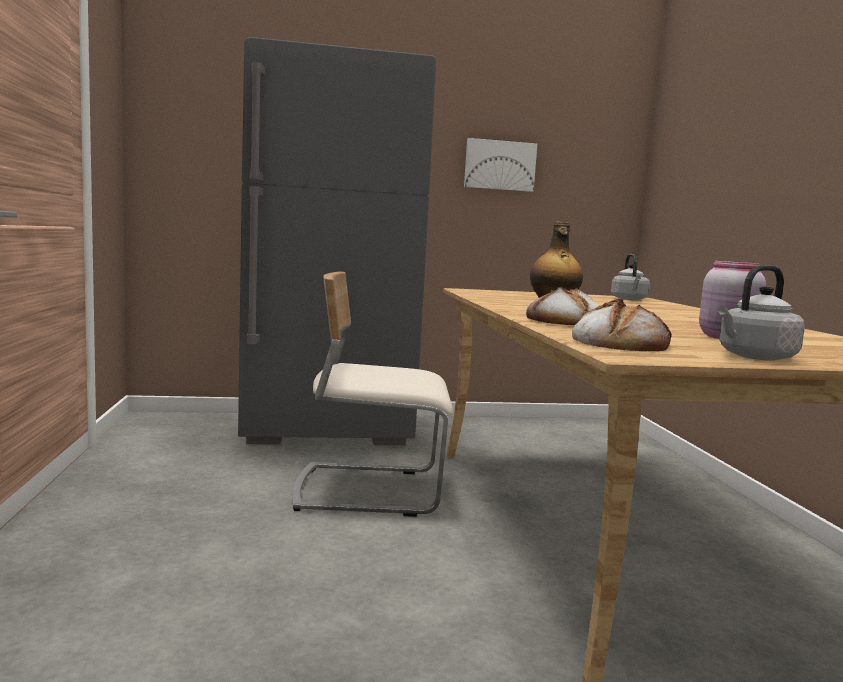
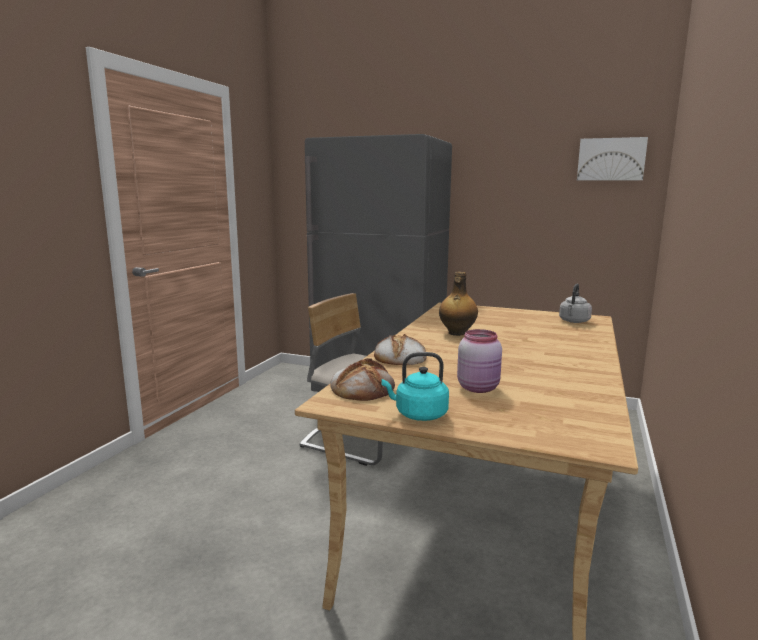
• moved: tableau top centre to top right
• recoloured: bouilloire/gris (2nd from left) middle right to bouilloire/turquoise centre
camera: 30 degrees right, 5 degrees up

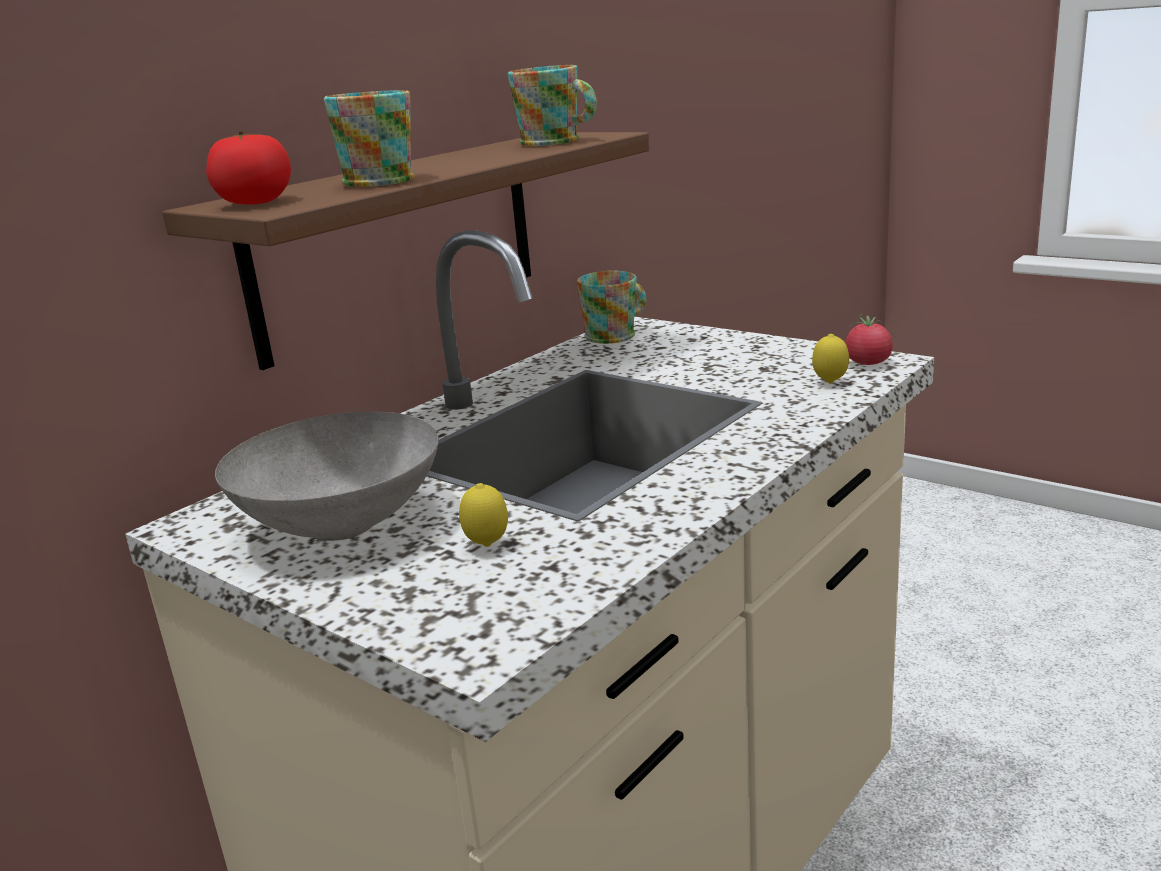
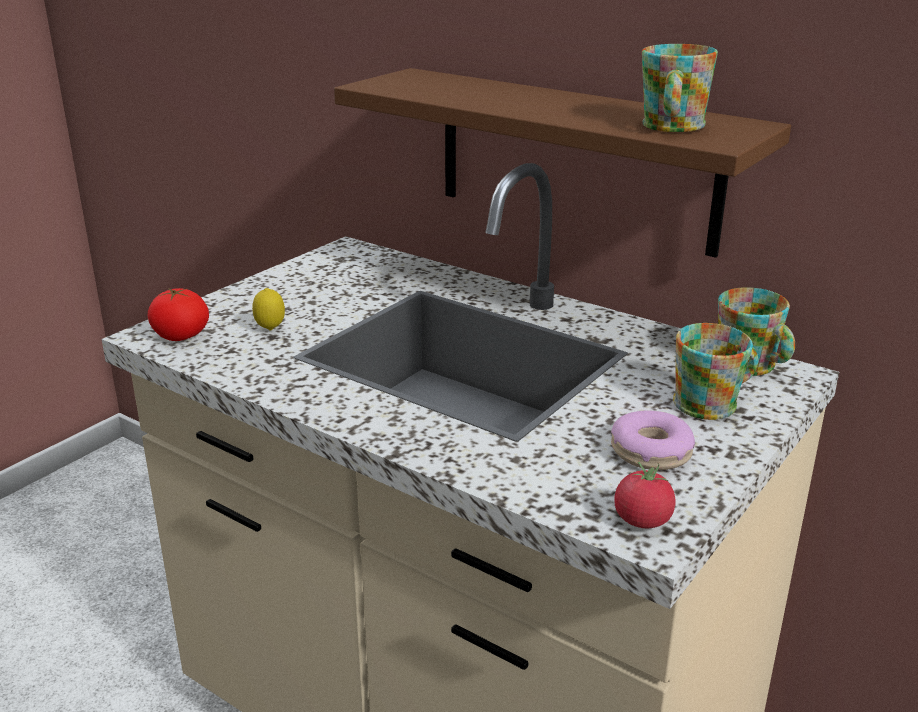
• moved: tomate (1st from left) top left to middle left
• removed: bol/gris middle left
• moved: mug (1st from left in the first image) top left to mug (2nd from left) middle right
• removed: citron (2nd from left) middle right
• added: beignet middle right
camera: 85 degrees right, 5 degrees up

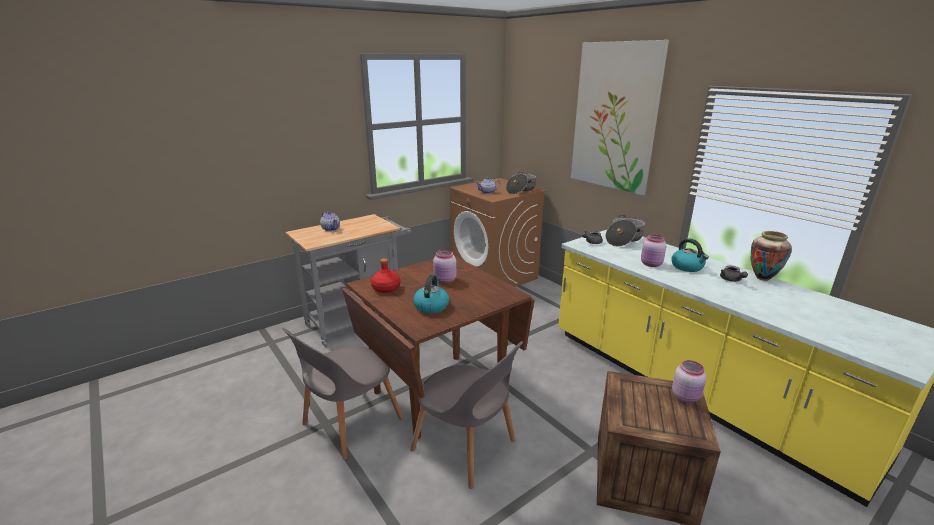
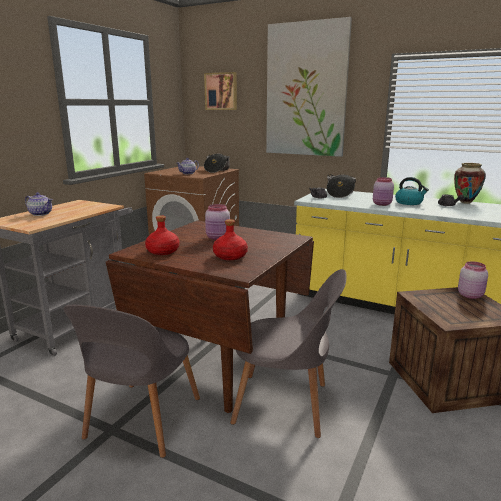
• replaced: bouilloire (1st from left) centre to bouteille/rouge (2nd from left) centre
• added: tableau (1st from left) top centre
camera: 25 degrees left, 5 degrees down

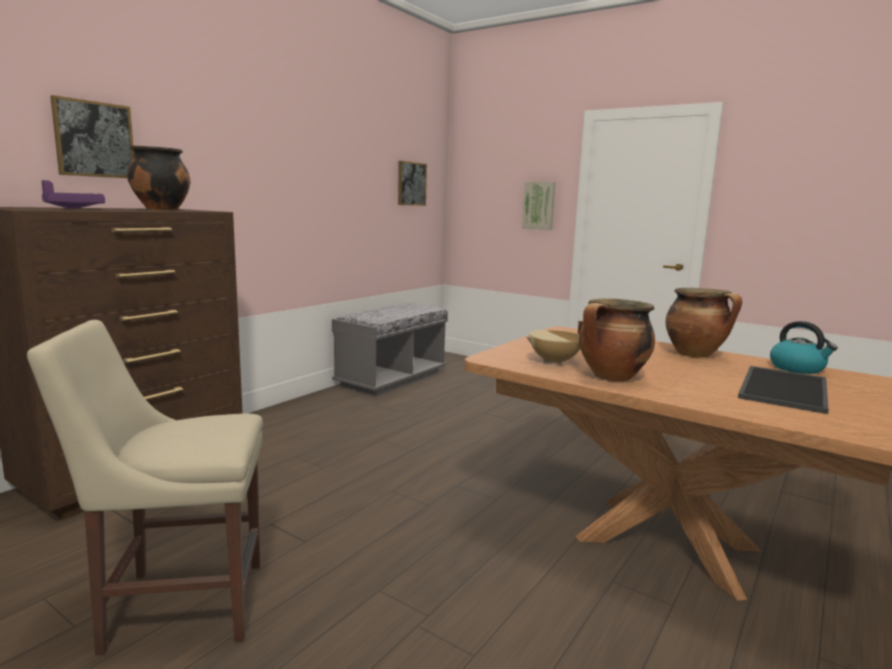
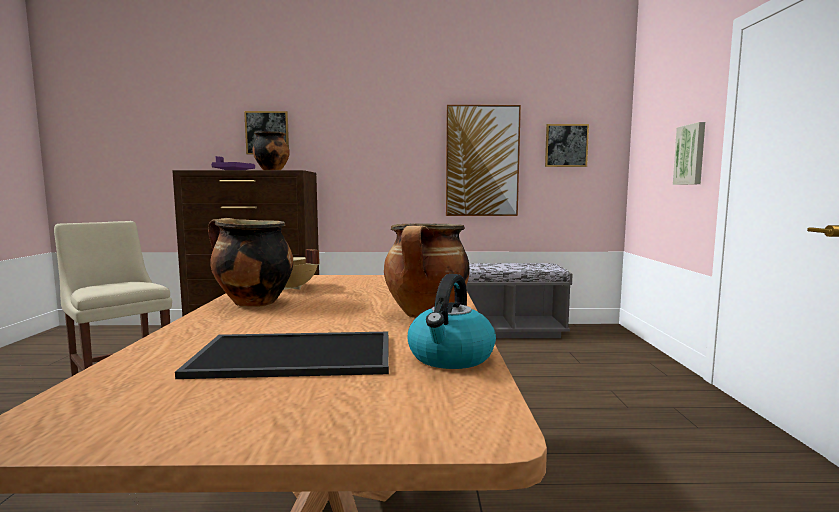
• added: tableau (2nd from left) top centre
camera: 55 degrees right, 5 degrees down

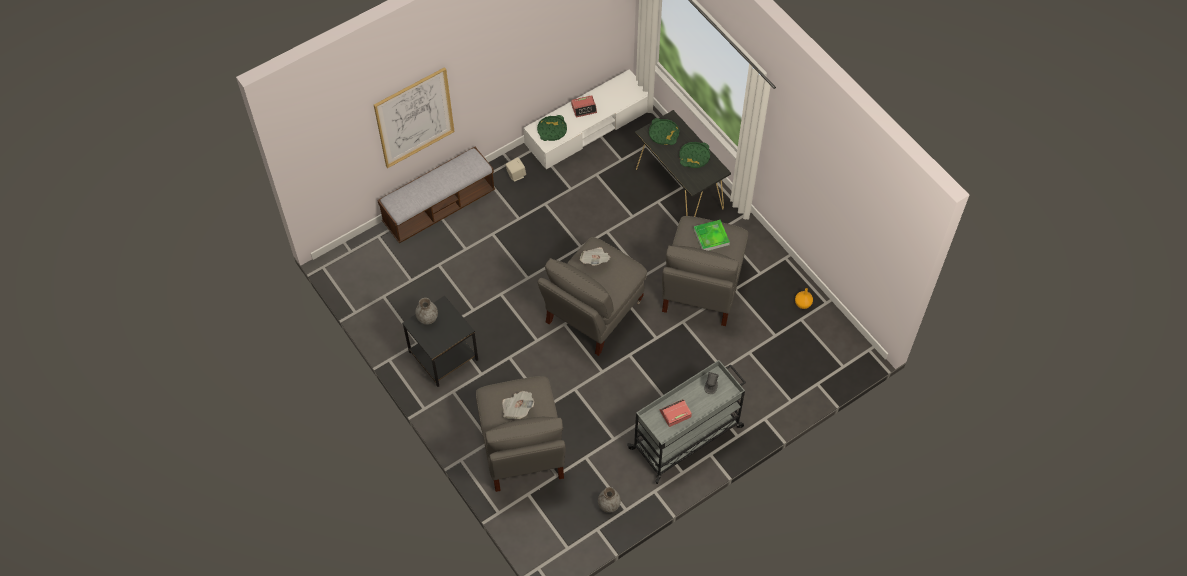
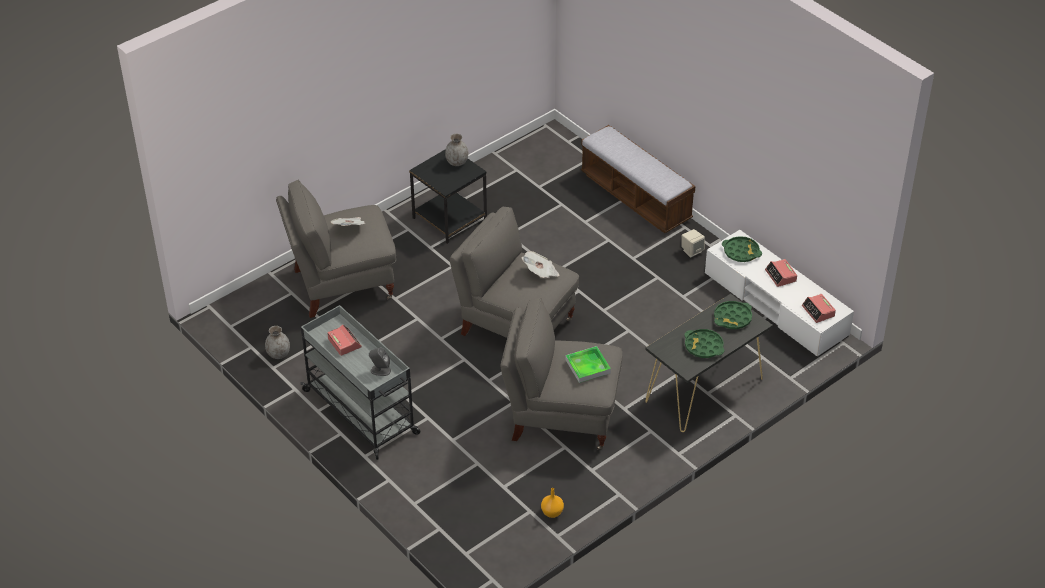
• removed: tableau top centre
• added: réveil (3rd from left) middle right
camera: 85 degrees right, 15 degrees down

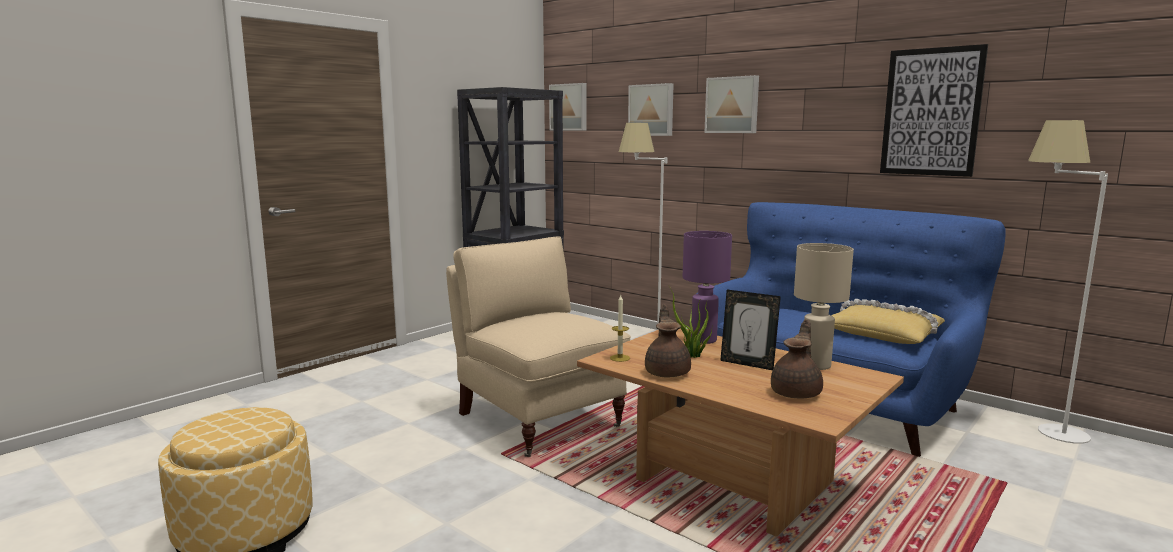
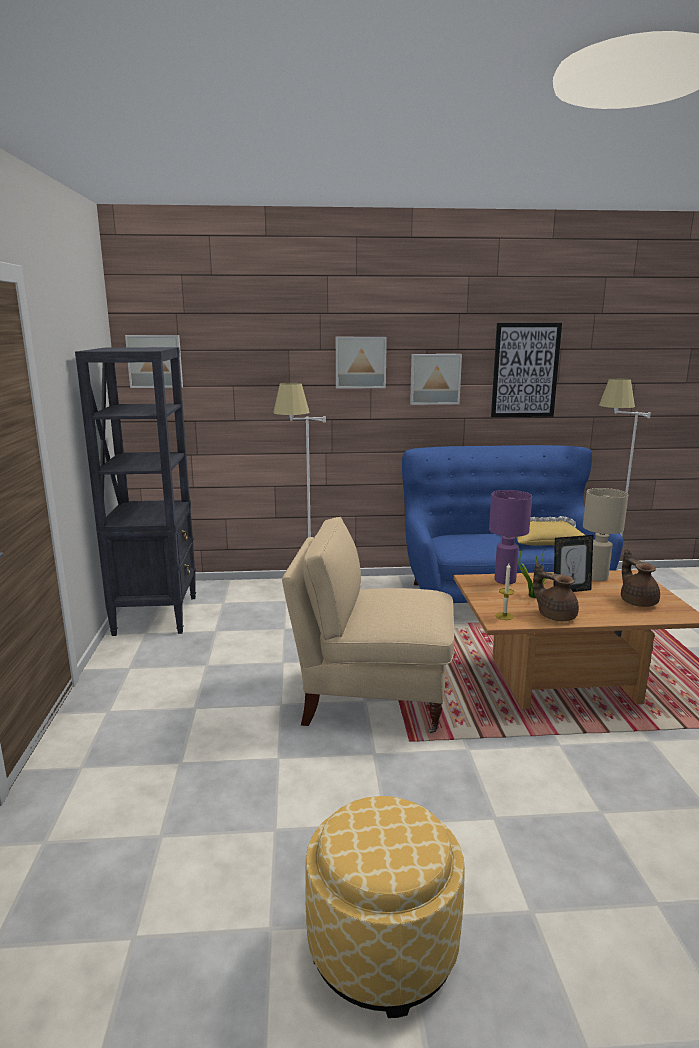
• moved: tableau (2nd from left in the first image) top centre to tableau (3rd from left) centre
camera: 45 degrees left, 5 degrees up

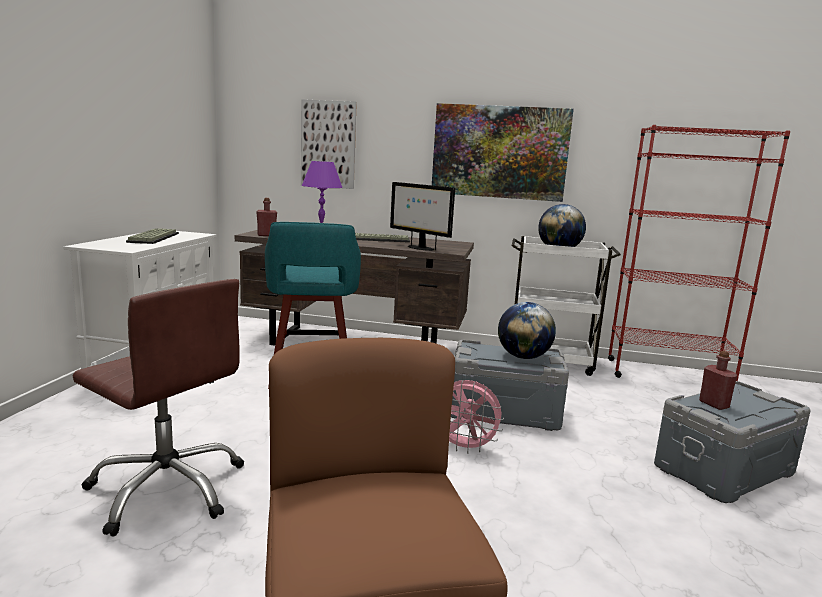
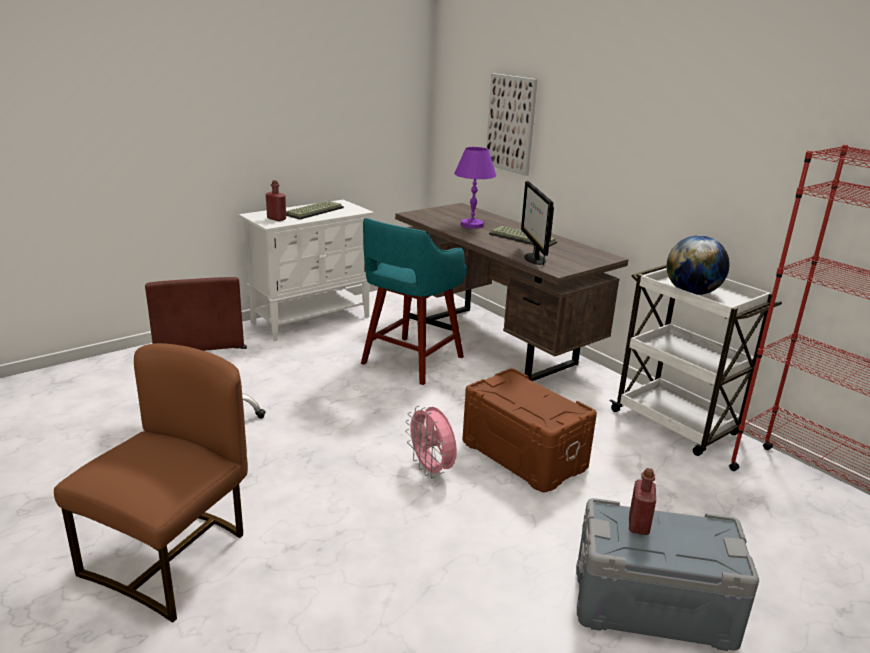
• moved: bouteille/rouge (1st from left) middle left to top left
• removed: tableau (2nd from left) top centre
• recoloured: boîte de rangement/gris (1st from left) centre to boîte de rangement/marron centre
• removed: globe (1st from left) centre
camera: 40 degrees right, 10 degrees up

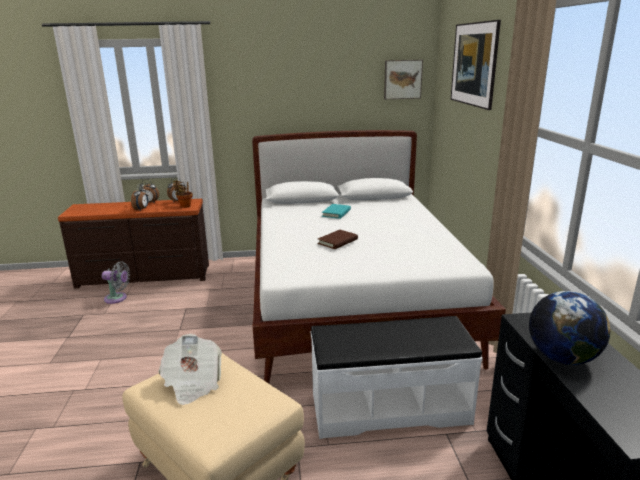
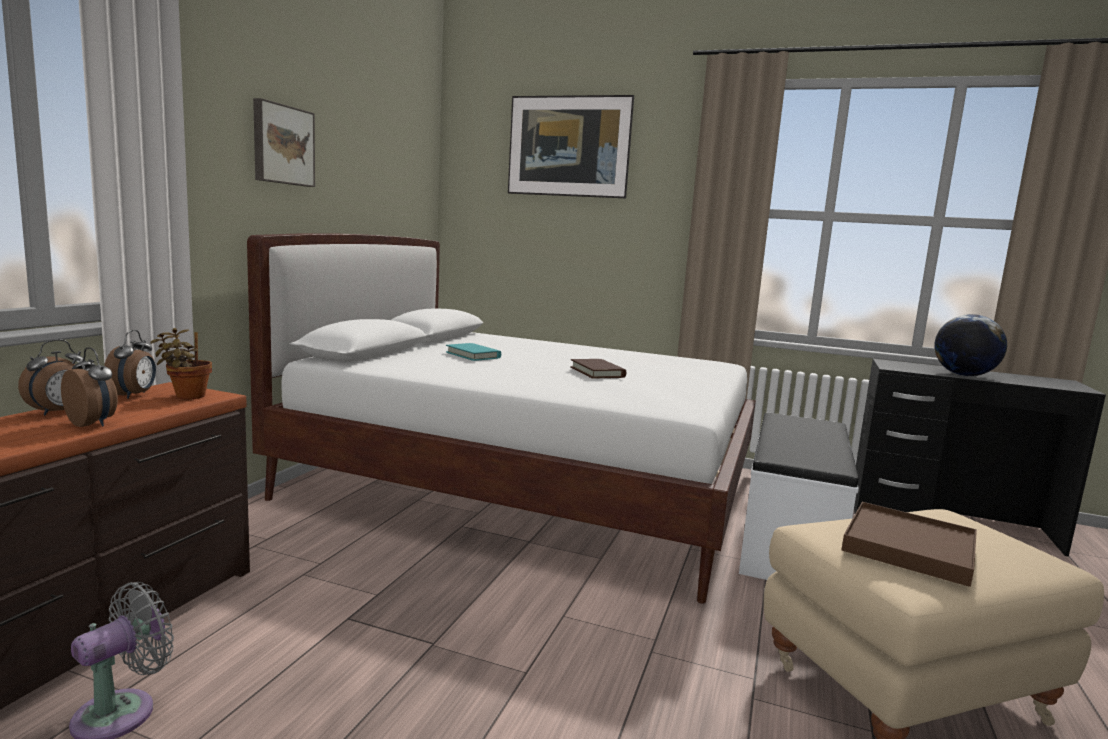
• replaced: journal bottom left to plateau/marron bottom right
• moved: tableau (1st from left) top centre to top left
camera: 65 degrees left, 10 degrees down

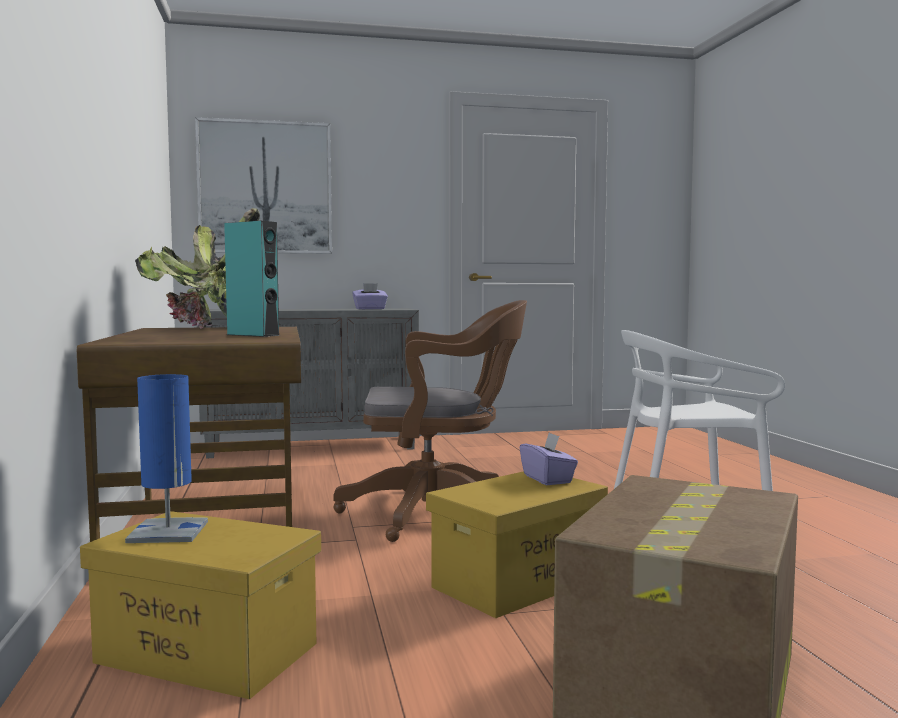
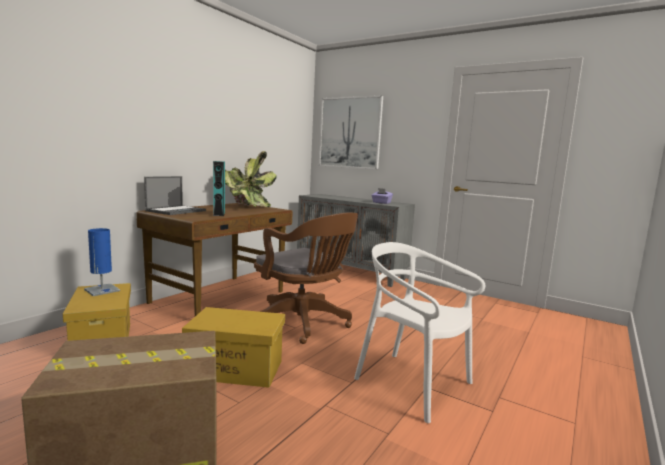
• removed: boîte à mouchoirs/violet (2nd from left) centre
• added: ordinateur portable middle left
camera: 45 degrees right, 5 degrees up

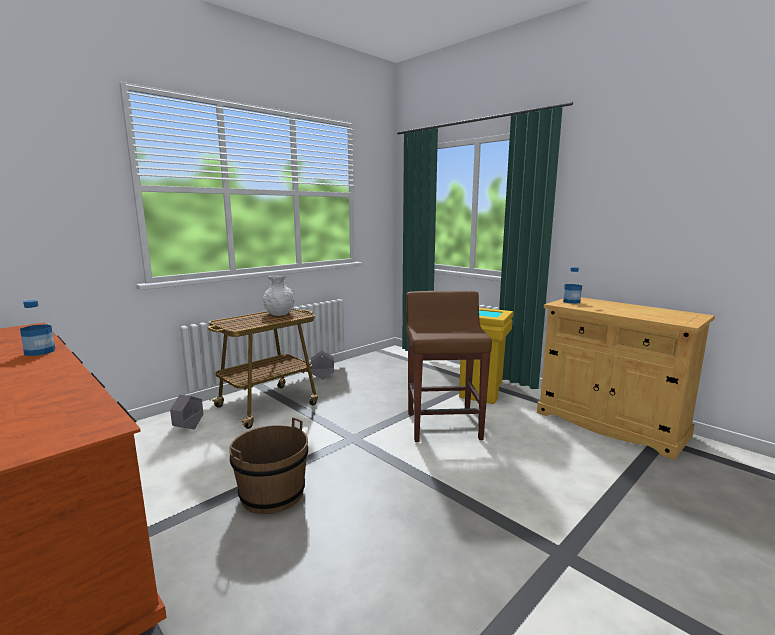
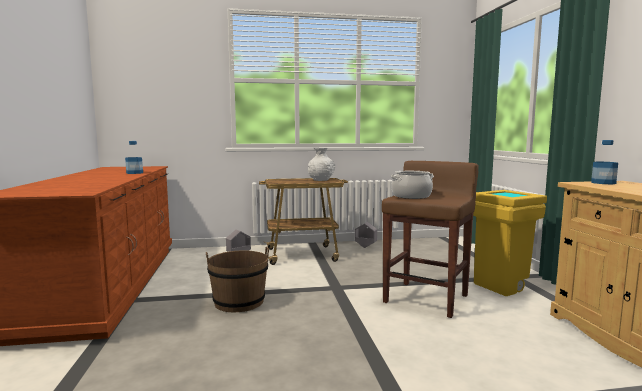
• added: marmite centre
camera: 35 degrees right, 5 degrees down

